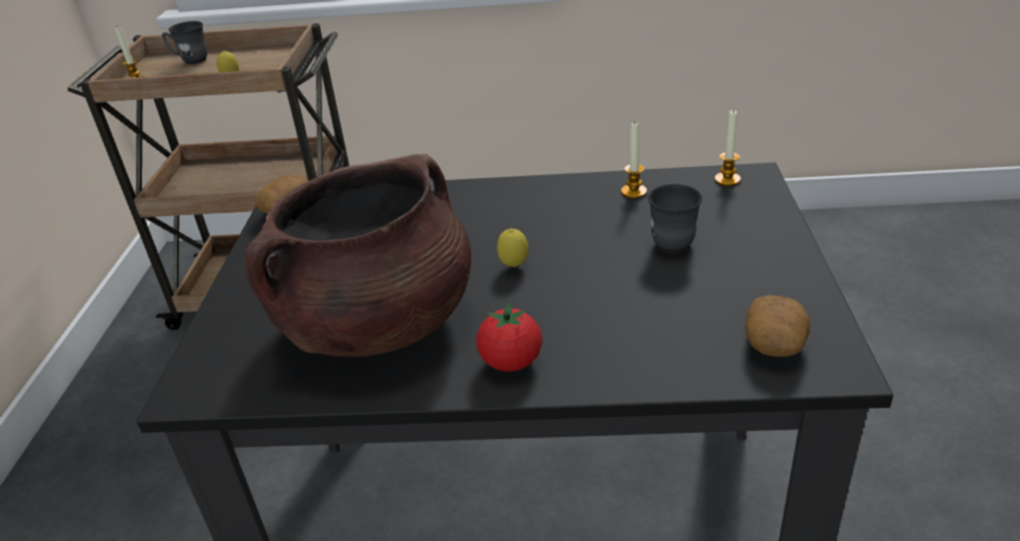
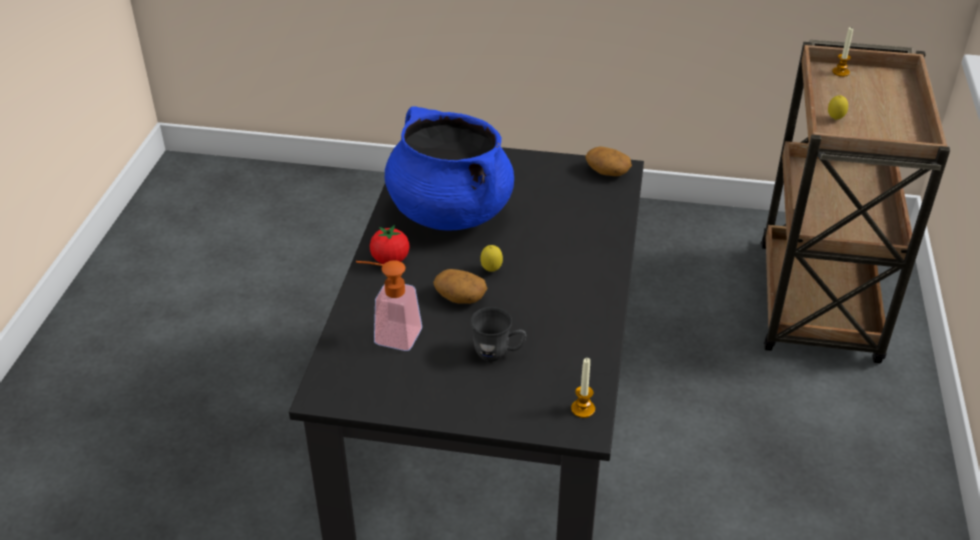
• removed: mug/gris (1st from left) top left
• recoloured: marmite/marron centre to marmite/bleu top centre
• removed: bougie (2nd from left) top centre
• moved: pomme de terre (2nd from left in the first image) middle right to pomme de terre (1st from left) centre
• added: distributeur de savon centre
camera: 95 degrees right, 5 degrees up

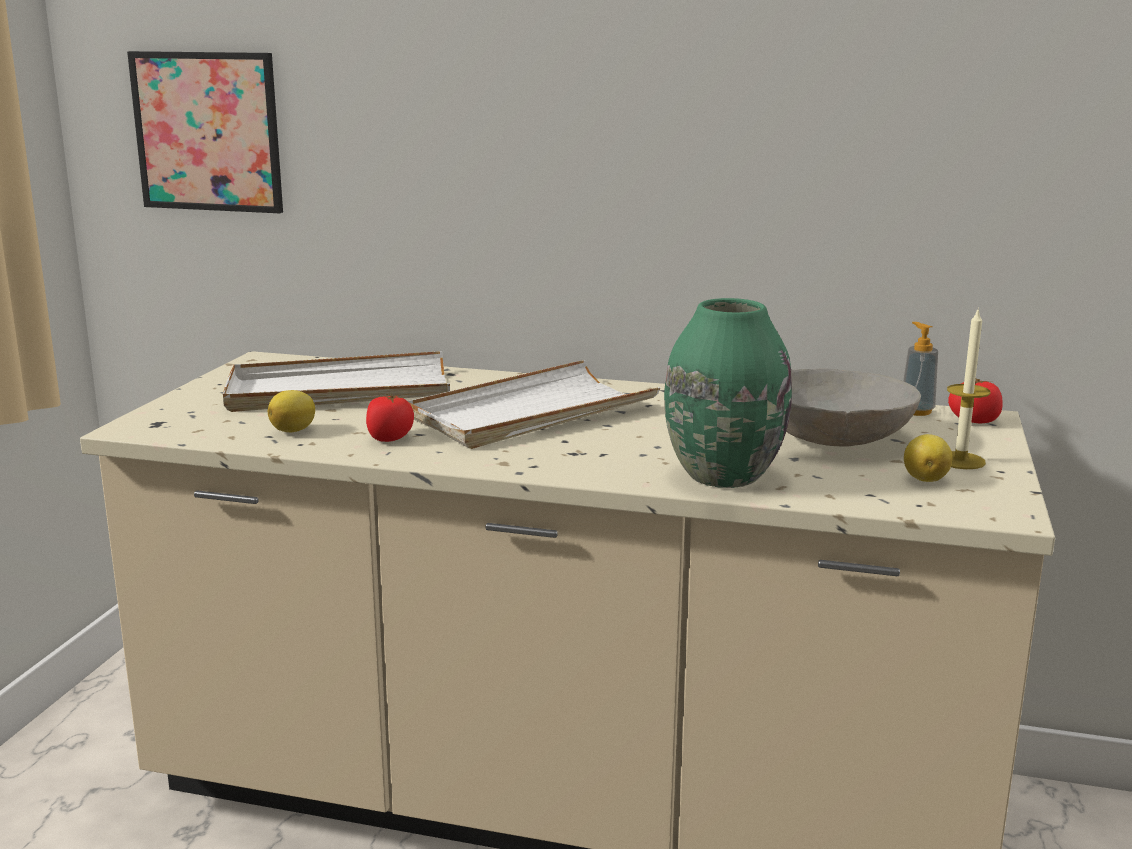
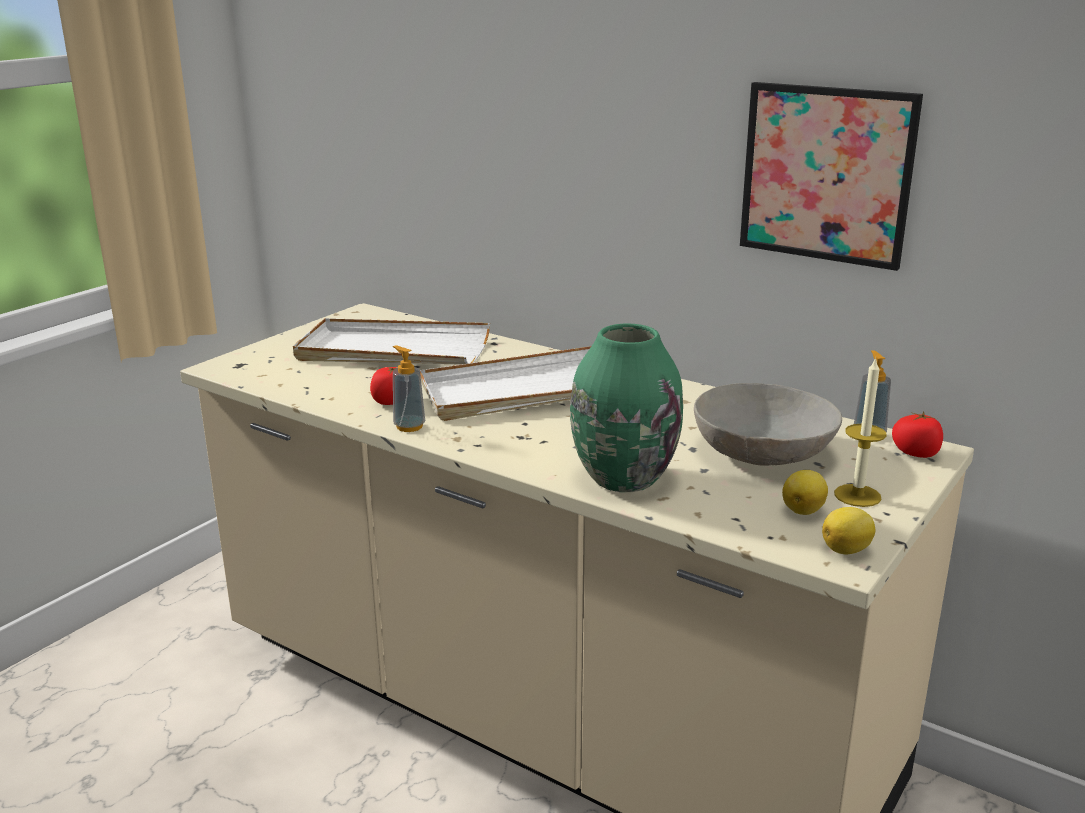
• moved: tableau top left to top right
• moved: citron (1st from left in the first image) middle left to citron (2nd from left) middle right
• added: distributeur de savon (1st from left) centre
camera: 20 degrees right, 5 degrees up

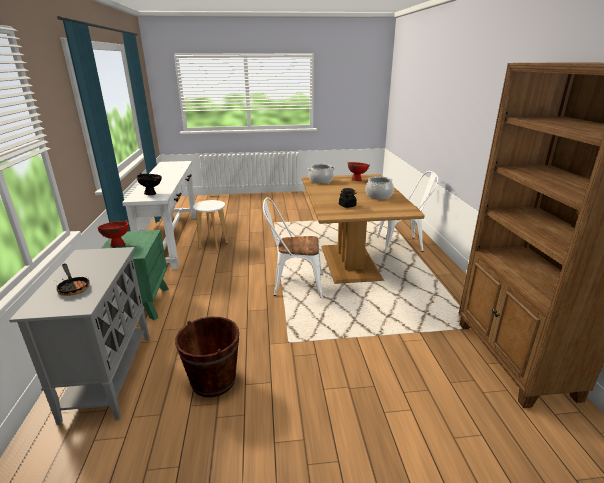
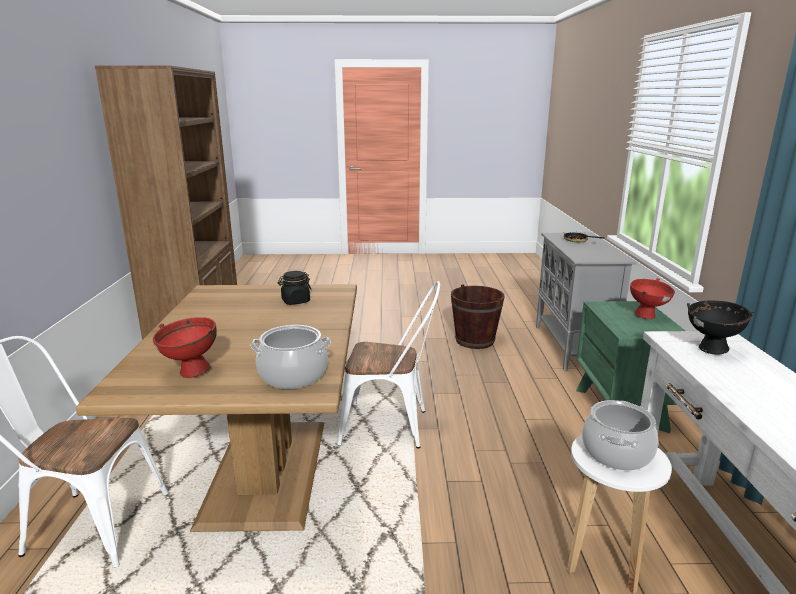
• moved: marmite (2nd from left) centre to bottom right
camera: 175 degrees left, 5 degrees down

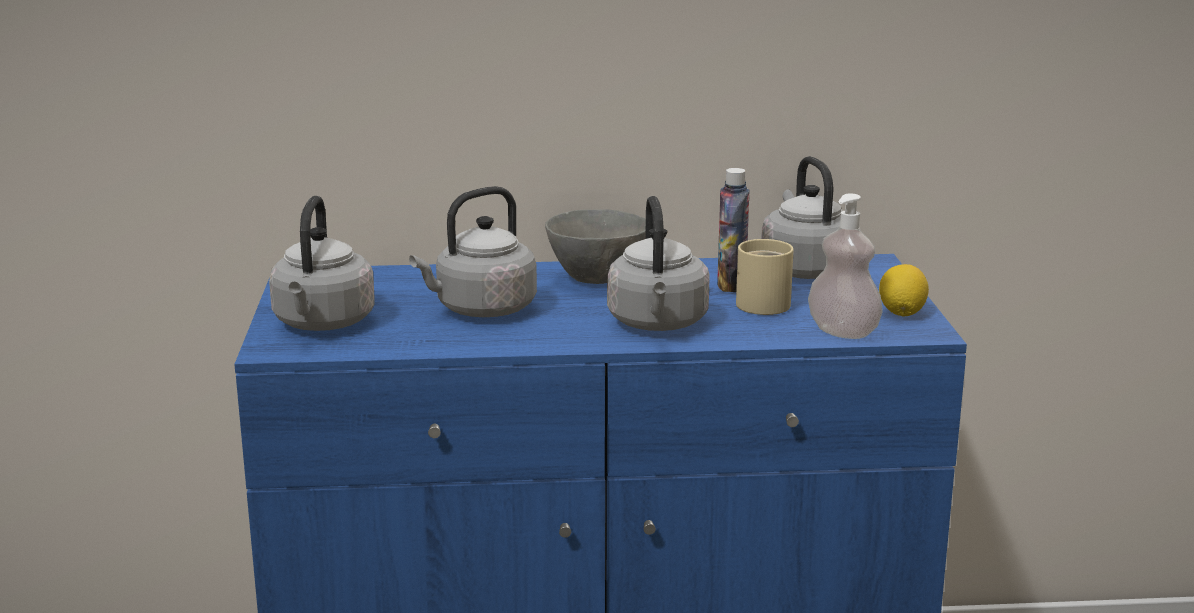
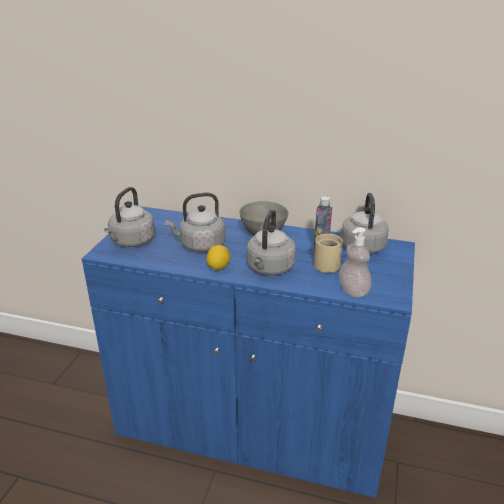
• moved: citron middle right to centre
camera: 20 degrees right, 10 degrees up

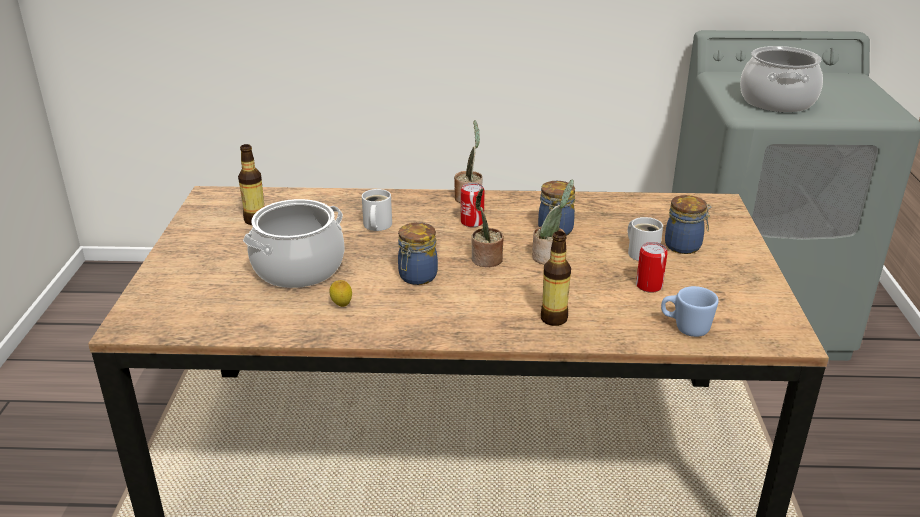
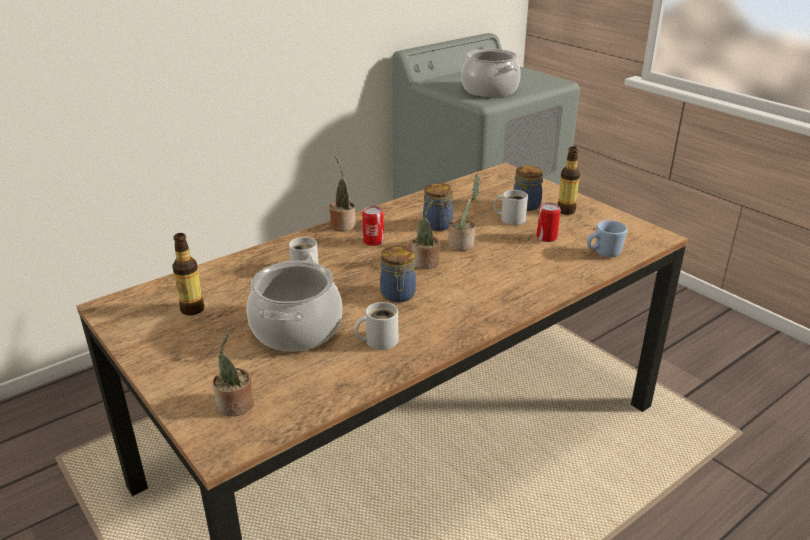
• replaced: citron centre to mug/blanc (2nd from left) centre
• moved: bouteille (2nd from left) centre to middle right
• added: plante en pot (1st from left) bottom left
camera: 40 degrees left, 0 degrees up

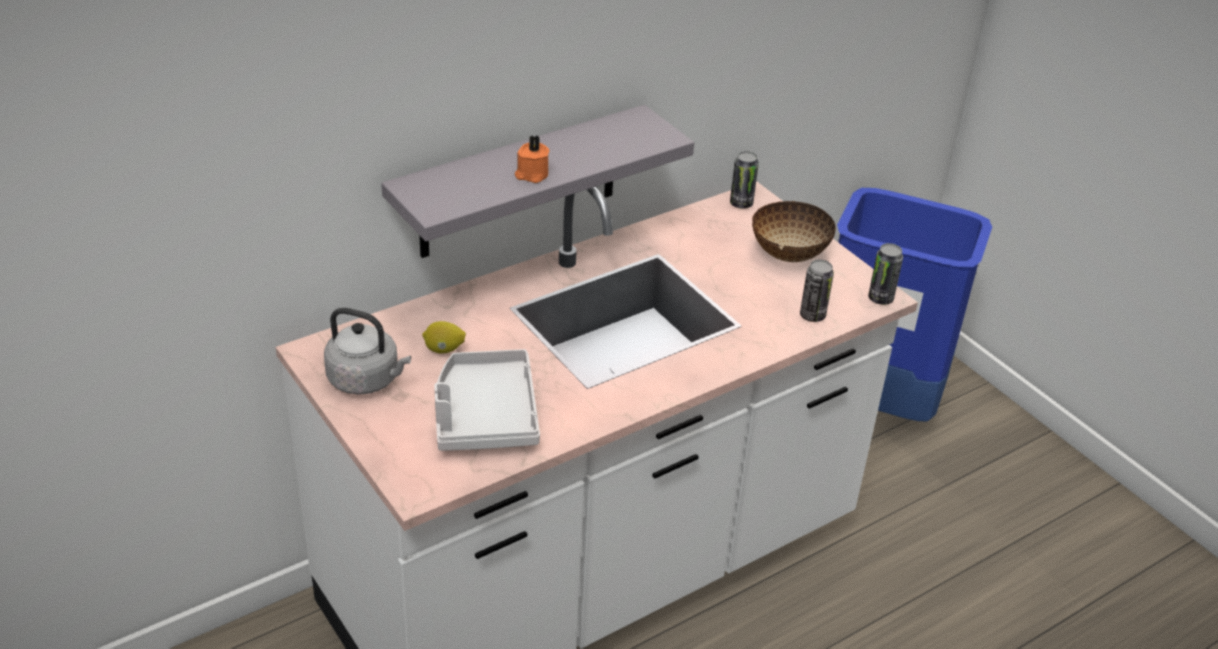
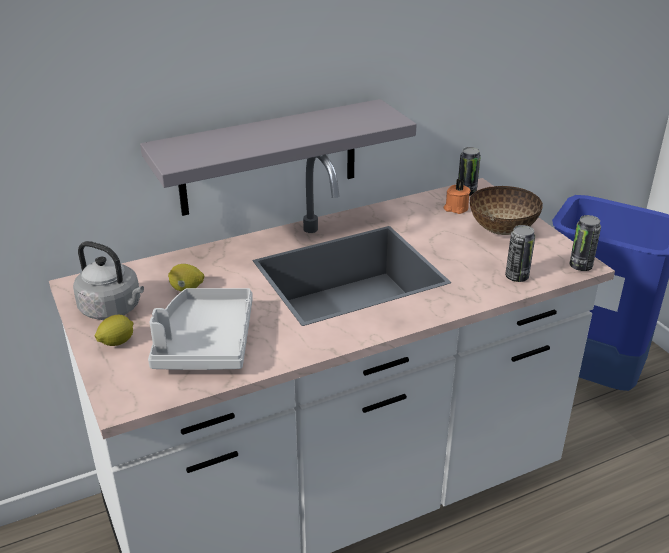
• moved: bougie/orange top centre to middle right
• added: citron (1st from left) middle left
camera: 10 degrees right, 5 degrees down

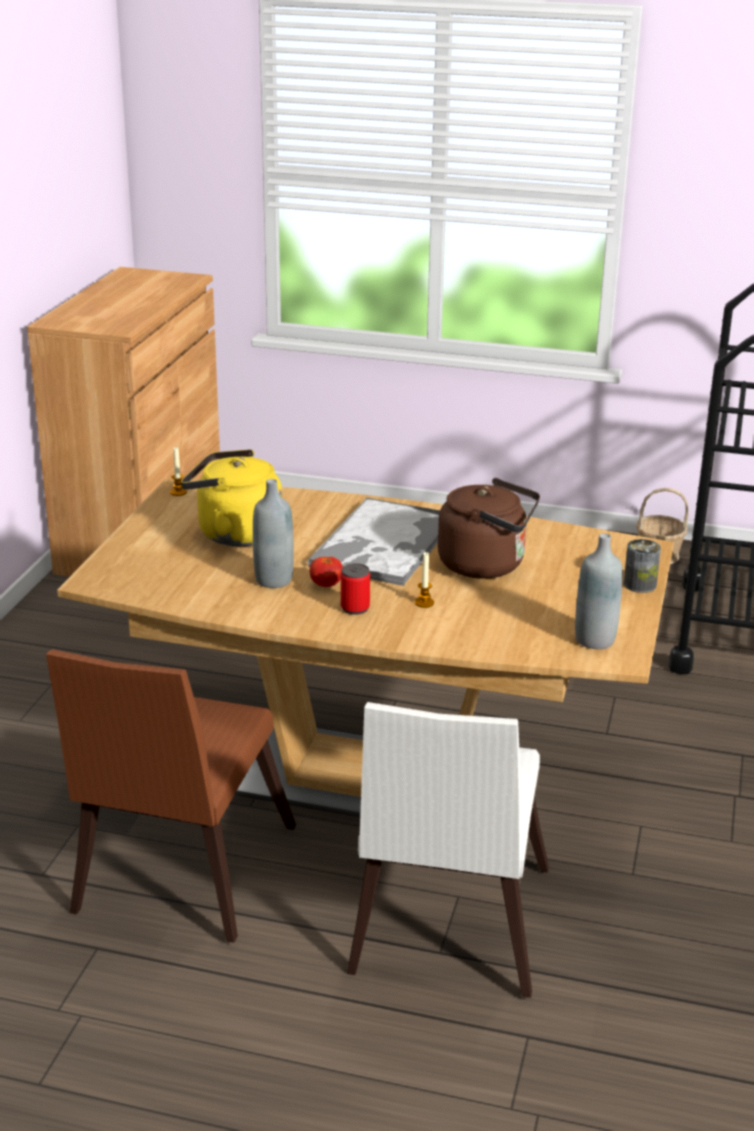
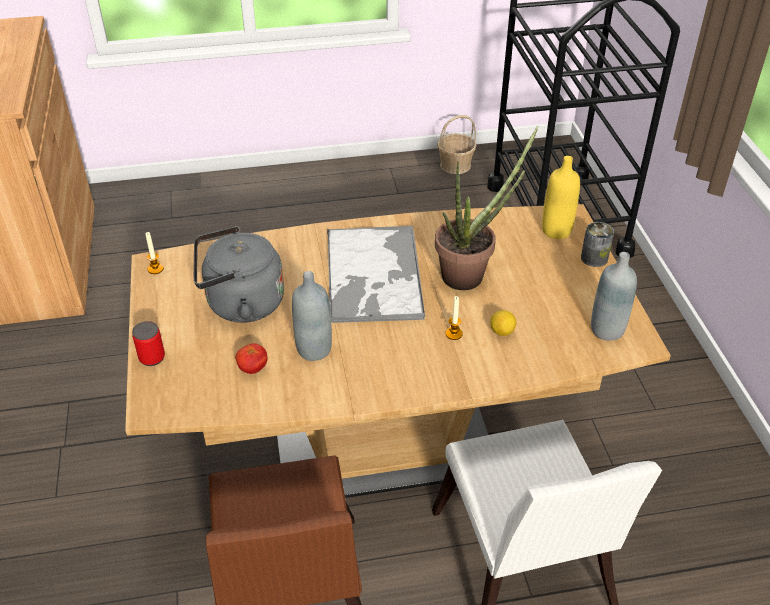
• recoloured: bouilloire/jaune middle left to bouilloire/gris middle left
• moved: tomate centre to middle left
• moved: boîte métallique (1st from left) centre to middle left
• replaced: bouilloire/marron centre to plante en pot centre
• added: citron centre
• added: bouteille/jaune top right
camera: 25 degrees left, 15 degrees up

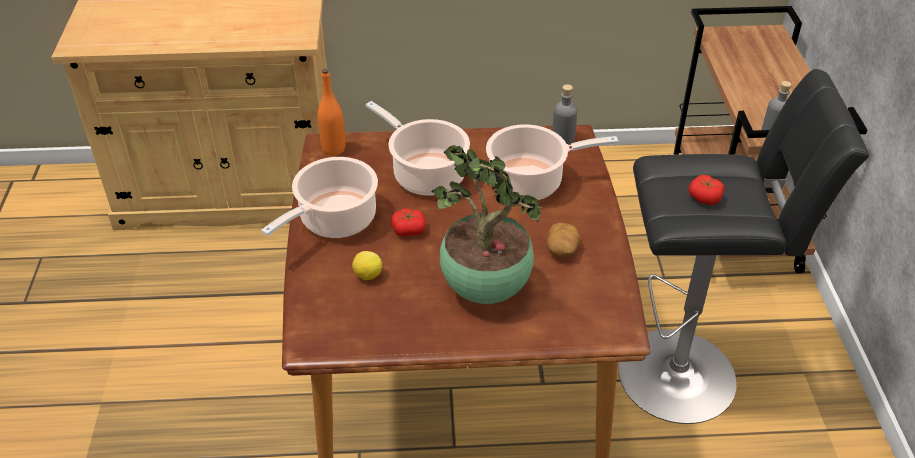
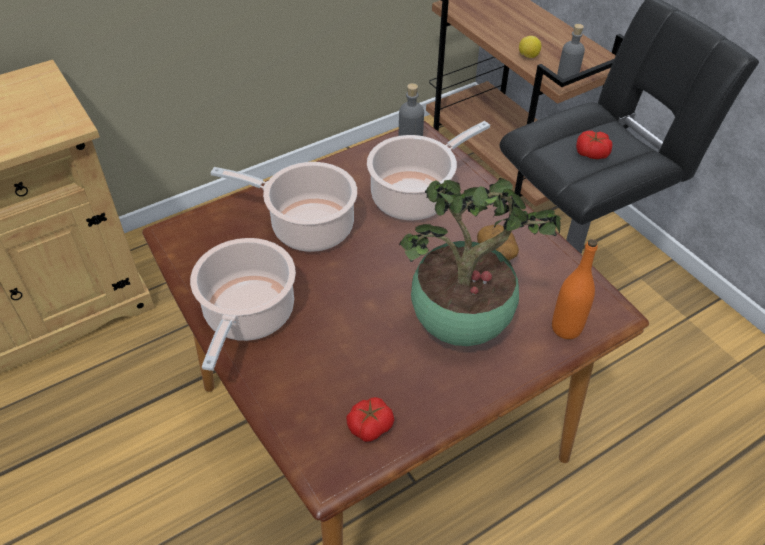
• moved: bouteille/orange top centre to middle right
• moved: citron centre to top right
• moved: tomate (1st from left) centre to bottom centre
camera: 30 degrees left, 5 degrees up

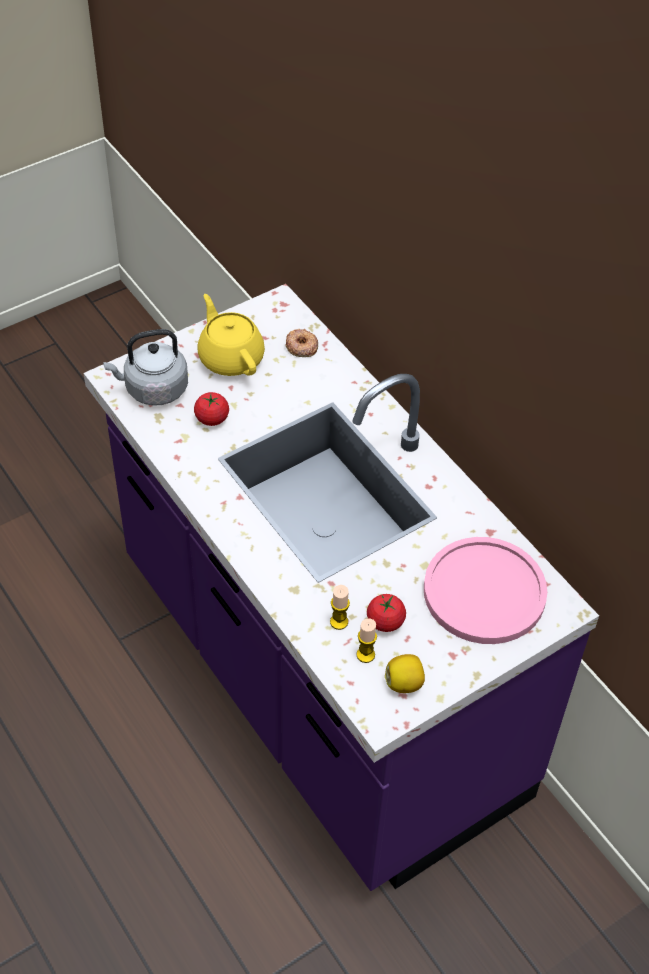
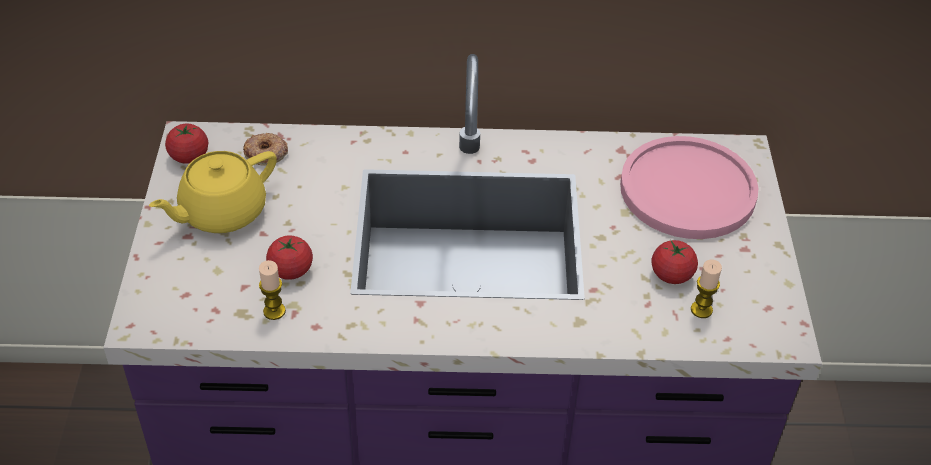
• removed: bouilloire/gris middle left
• turned: théière/jaune centre = middle left 45 degrees counterclockwise
• moved: bougie (1st from left) centre to middle left
• removed: citron bottom centre
• added: tomate (1st from left) top left
camera: 55 degrees left, 5 degrees down

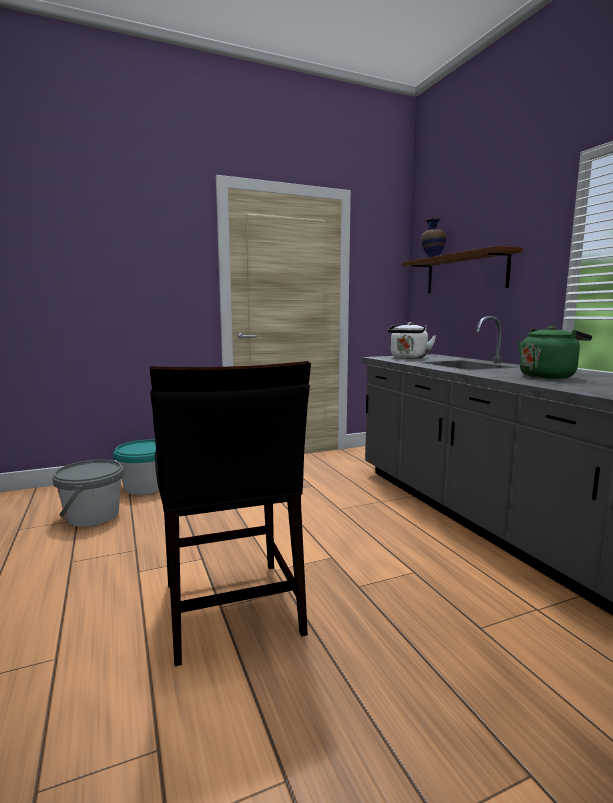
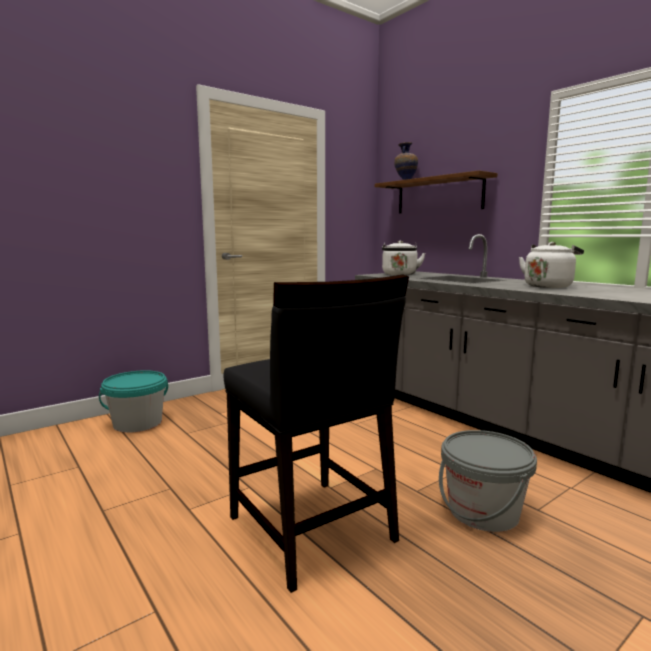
• moved: seau/gris middle left to bottom right
• recoloured: bouilloire/vert middle right to bouilloire/blanc (2nd from left) middle right
camera: 15 degrees left, 0 degrees up

